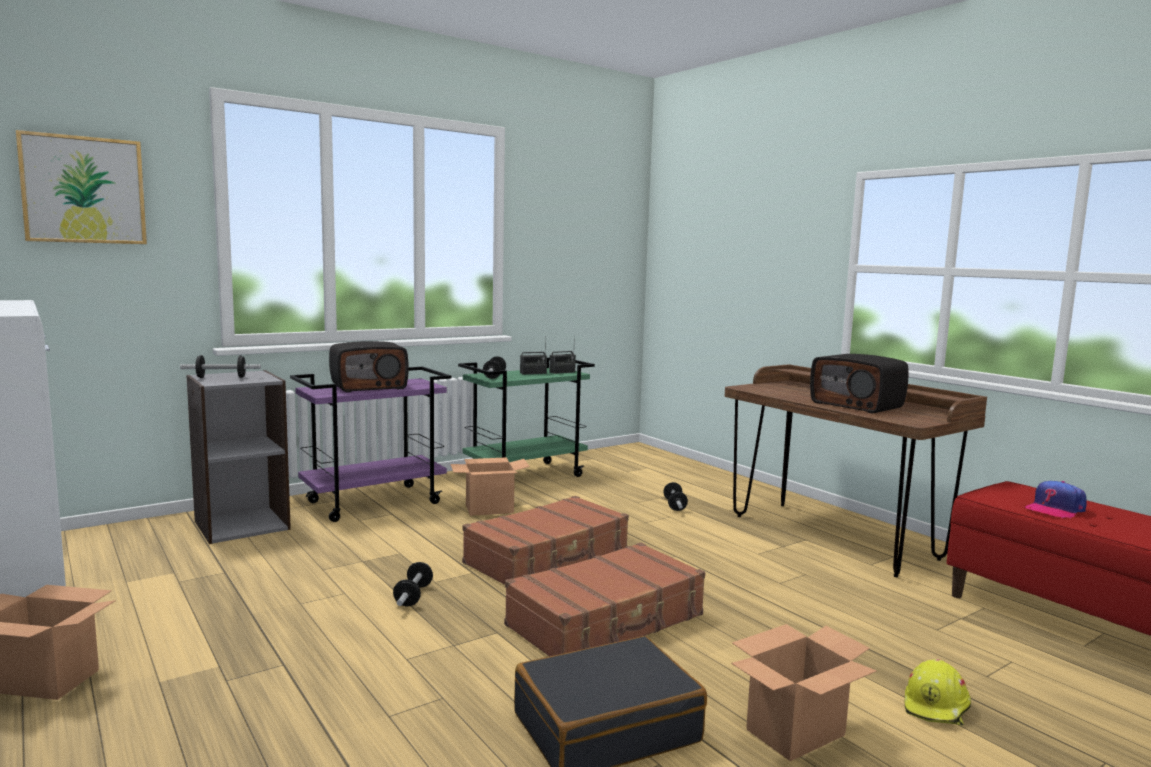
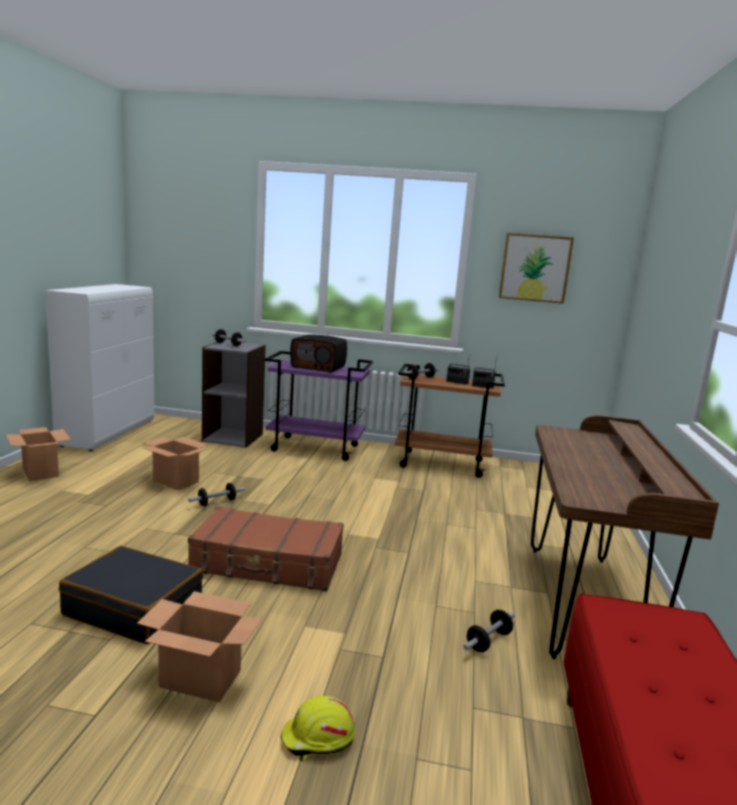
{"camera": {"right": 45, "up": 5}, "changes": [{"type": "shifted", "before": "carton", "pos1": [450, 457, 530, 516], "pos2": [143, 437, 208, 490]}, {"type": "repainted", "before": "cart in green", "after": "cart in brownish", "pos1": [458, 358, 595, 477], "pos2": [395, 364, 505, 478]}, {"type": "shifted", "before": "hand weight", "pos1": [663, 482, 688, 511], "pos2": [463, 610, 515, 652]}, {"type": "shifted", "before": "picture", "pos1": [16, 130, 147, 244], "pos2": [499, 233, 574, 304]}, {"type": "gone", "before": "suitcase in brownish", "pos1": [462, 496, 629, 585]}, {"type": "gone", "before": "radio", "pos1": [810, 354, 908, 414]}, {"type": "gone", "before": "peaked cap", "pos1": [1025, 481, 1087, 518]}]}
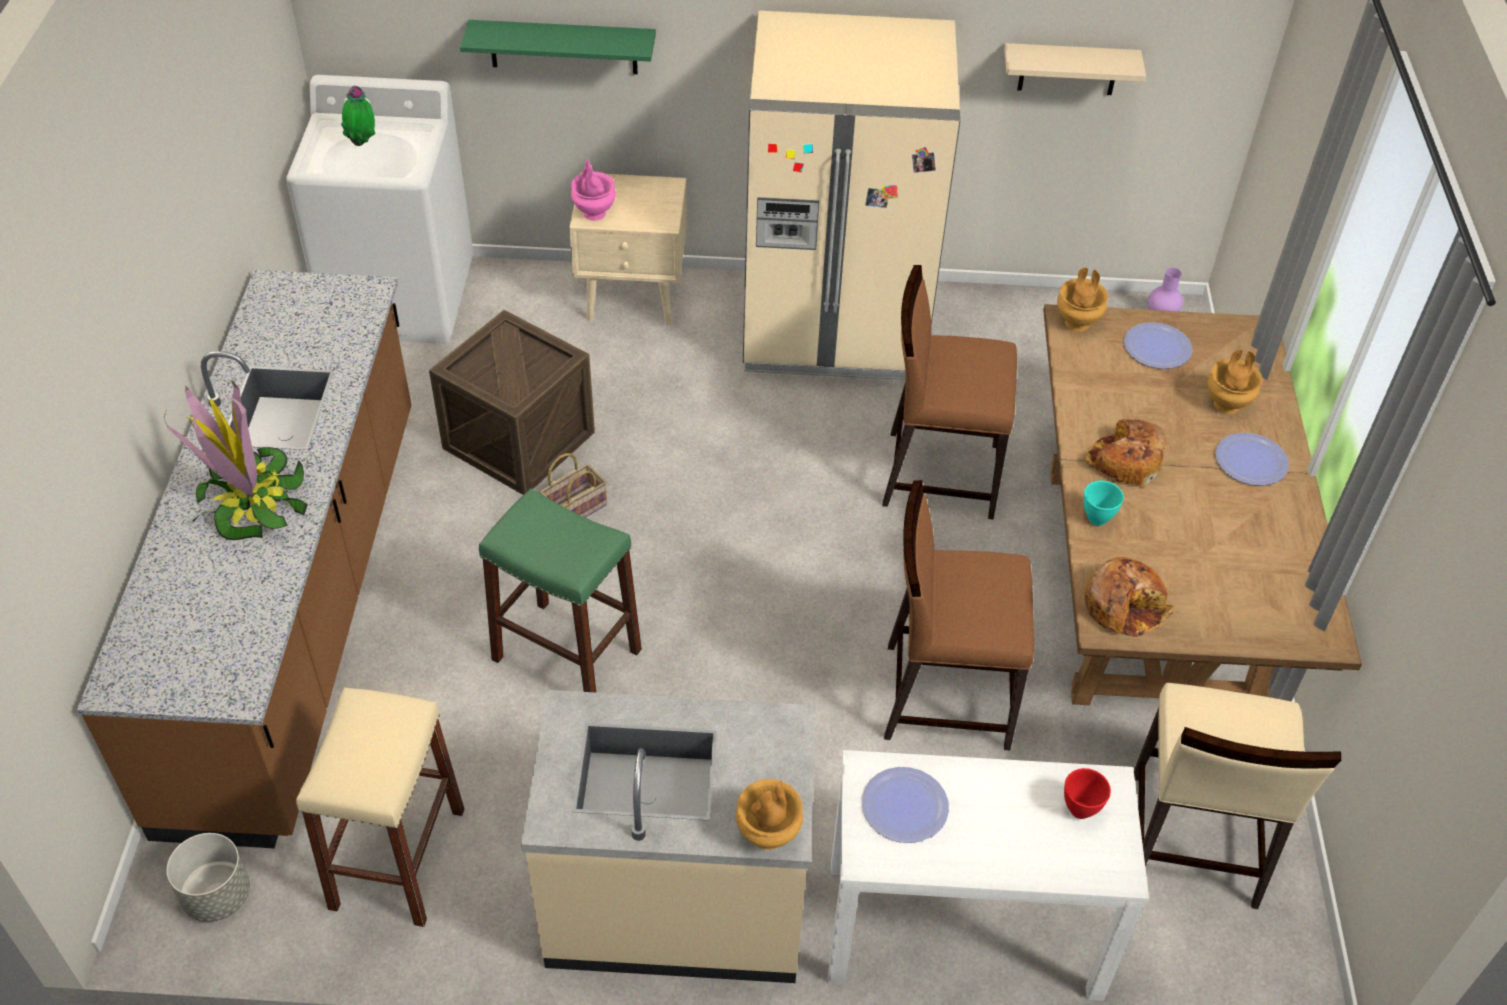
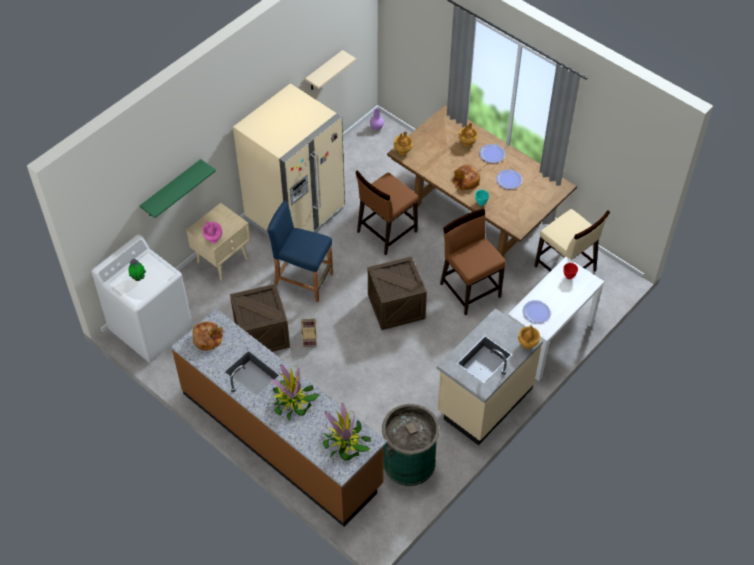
{"camera": {"right": -50, "up": 5}, "changes": [{"type": "shifted", "before": "baked bread", "pos1": [1084, 557, 1174, 637], "pos2": [193, 322, 223, 351]}, {"type": "new", "after": "sitting stool in blue", "pos2": [267, 201, 333, 302]}, {"type": "new", "after": "plant in a pot", "pos2": [322, 403, 371, 461]}, {"type": "new", "after": "packing crate", "pos2": [368, 256, 427, 330]}, {"type": "swapped", "before": "sitting stool in beige", "after": "trash can in green", "pos1": [296, 687, 464, 927], "pos2": [382, 404, 439, 486]}, {"type": "rotated", "before": "chair in brownish", "pos1": [884, 480, 1034, 750], "pos2": [440, 208, 506, 316], "turn": 105}, {"type": "shifted", "before": "plate", "pos1": [1124, 322, 1192, 369], "pos2": [496, 169, 523, 189]}, {"type": "gone", "before": "plant pot in grey", "pos1": [166, 833, 250, 922]}, {"type": "gone", "before": "sitting stool in green", "pos1": [479, 489, 642, 692]}]}
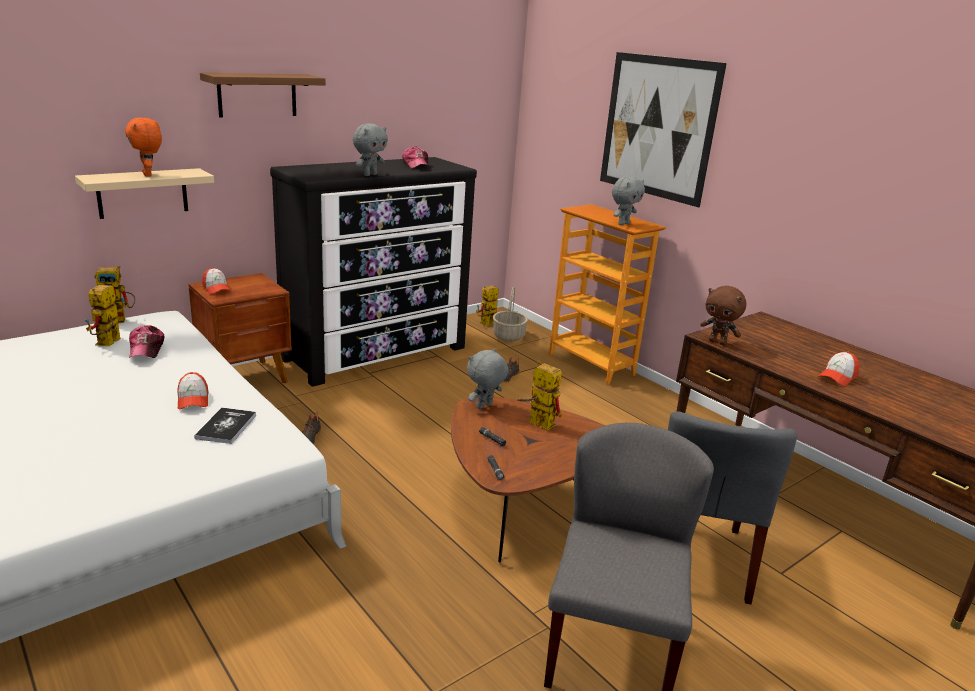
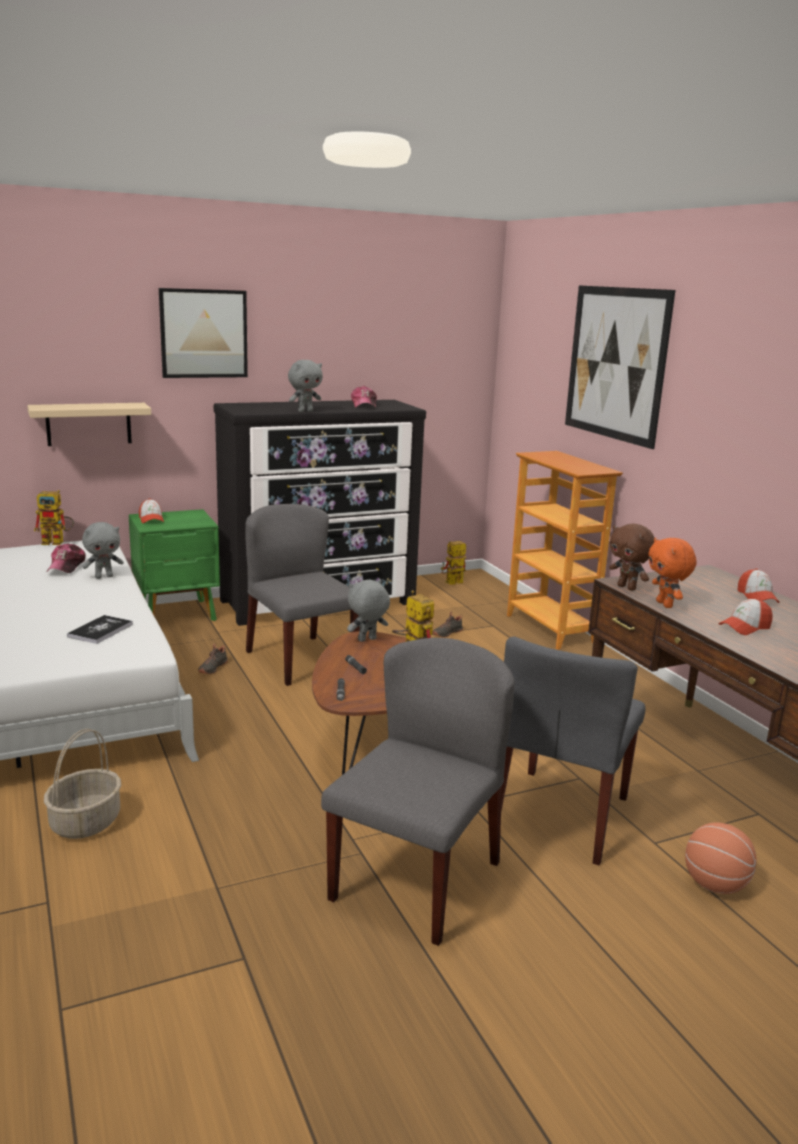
{"camera": {"right": 15, "up": -5}, "changes": [{"type": "shifted", "before": "storage basket", "pos1": [493, 286, 528, 342], "pos2": [44, 729, 121, 839]}, {"type": "shifted", "before": "cuddly toy in grey", "pos1": [612, 176, 645, 226], "pos2": [82, 522, 124, 579]}, {"type": "repainted", "before": "bedside table in brownish", "after": "bedside table in green", "pos1": [189, 273, 292, 383], "pos2": [129, 509, 220, 621]}, {"type": "swapped", "before": "wall shelf in brownish", "after": "picture", "pos1": [200, 73, 326, 117], "pos2": [159, 288, 248, 378]}, {"type": "new", "after": "chair in grey", "pos2": [246, 504, 360, 686]}, {"type": "shifted", "before": "cuddly toy in orangey", "pos1": [125, 118, 162, 177], "pos2": [648, 537, 697, 608]}, {"type": "new", "after": "basketball ball", "pos2": [685, 822, 757, 894]}, {"type": "shifted", "before": "peaked cap", "pos1": [177, 372, 209, 409], "pos2": [738, 569, 780, 603]}, {"type": "gone", "before": "toy robot", "pos1": [85, 285, 121, 346]}]}
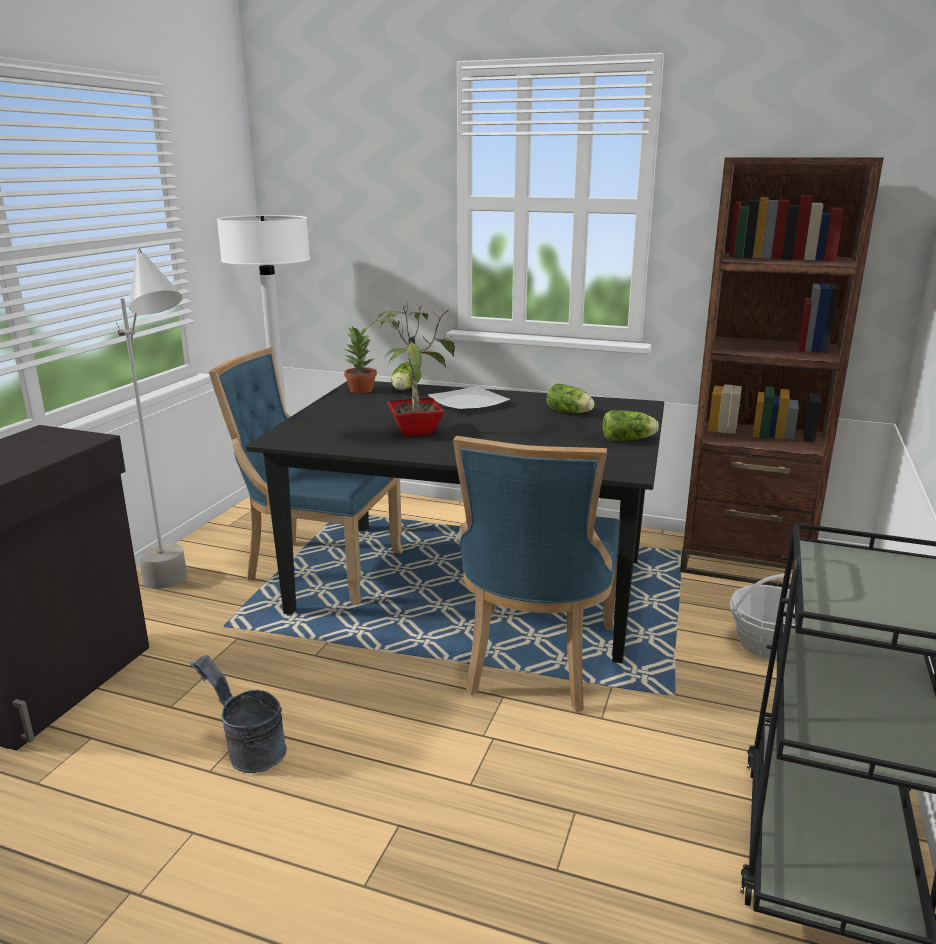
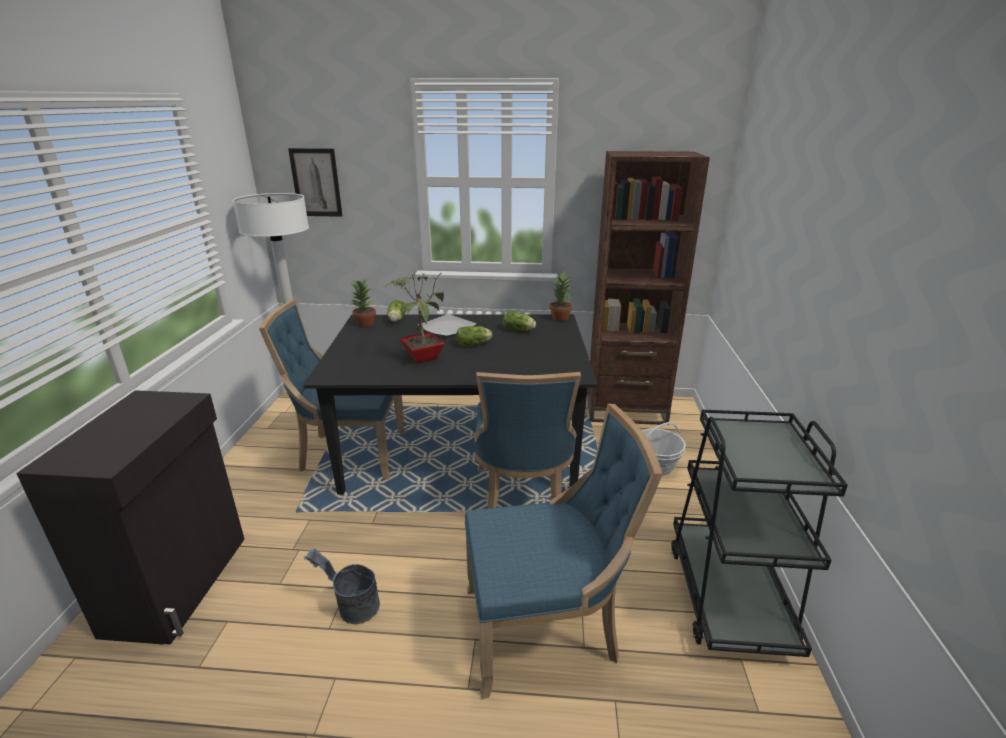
{"camera": {"right": -15, "up": 5}, "changes": [{"type": "new", "after": "picture", "pos2": [288, 148, 342, 217]}, {"type": "shifted", "before": "head of lettuce", "pos1": [602, 410, 659, 441], "pos2": [456, 326, 492, 347]}, {"type": "new", "after": "chair in blue", "pos2": [465, 404, 663, 699]}, {"type": "new", "after": "plant in a pot", "pos2": [550, 272, 573, 321]}, {"type": "gone", "before": "standing lamp in grey", "pos1": [116, 248, 187, 589]}]}
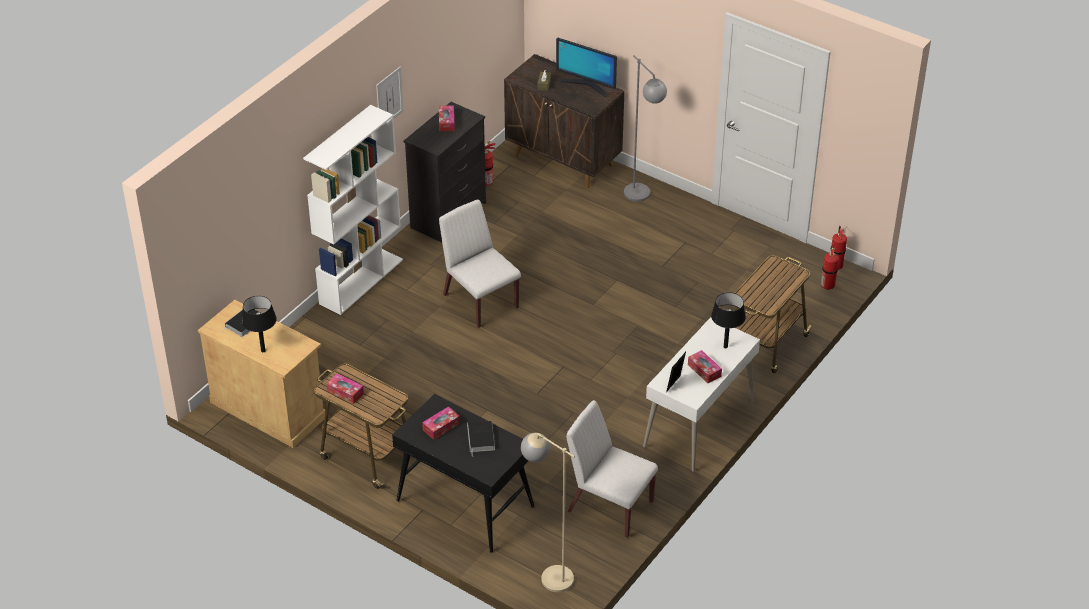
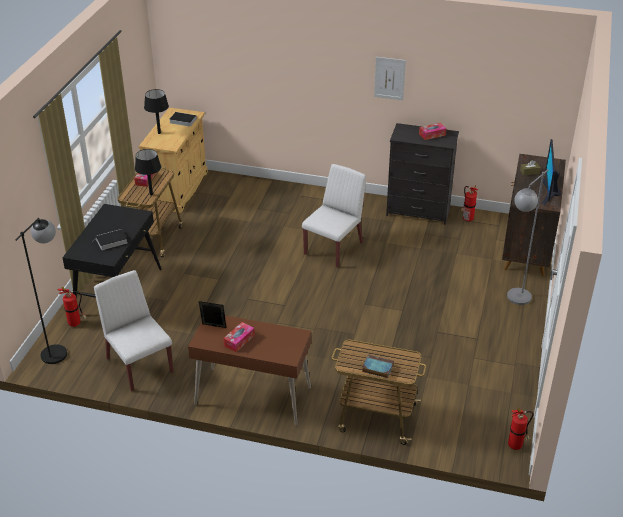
{"camera": {"right": 70, "up": -5}, "changes": [{"type": "repainted", "before": "standing lamp in beige", "after": "standing lamp in blackish", "pos1": [521, 433, 575, 592], "pos2": [15, 218, 67, 364]}, {"type": "shifted", "before": "extinguisher", "pos1": [821, 245, 839, 290], "pos2": [58, 287, 87, 327]}, {"type": "rotated", "before": "chair in whitish", "pos1": [566, 400, 658, 538], "pos2": [94, 270, 174, 391], "turn": -45}, {"type": "shifted", "before": "lamp for a table in blackish", "pos1": [711, 292, 746, 348], "pos2": [135, 149, 161, 196]}, {"type": "repainted", "before": "desk unit in whitish", "after": "desk unit in brownish", "pos1": [643, 317, 760, 472], "pos2": [188, 315, 311, 425]}, {"type": "new", "after": "volume", "pos2": [362, 355, 394, 378]}, {"type": "gone", "before": "shelving unit in whitish", "pos1": [303, 105, 403, 315]}, {"type": "gone", "before": "tissue box", "pos1": [422, 406, 460, 440]}]}
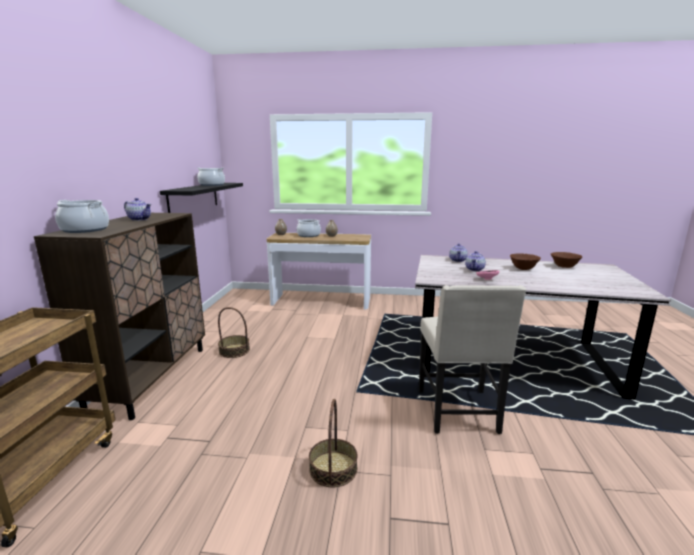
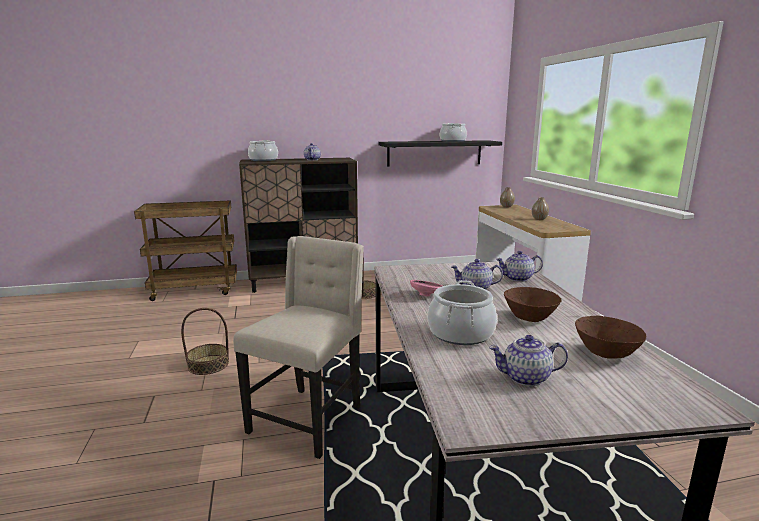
{"camera": {"right": 70, "up": 0}, "changes": [{"type": "rotated", "before": "chair in beige", "pos1": [419, 285, 526, 434], "pos2": [233, 236, 364, 459], "turn": 135}, {"type": "shifted", "before": "stockpot", "pos1": [297, 219, 321, 237], "pos2": [428, 280, 497, 345]}, {"type": "new", "after": "tea pot", "pos2": [489, 335, 568, 386]}]}
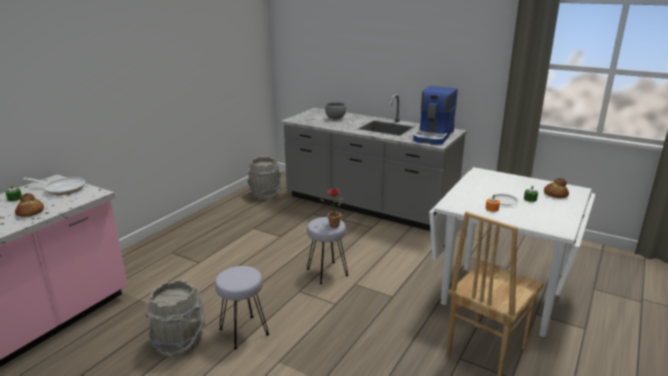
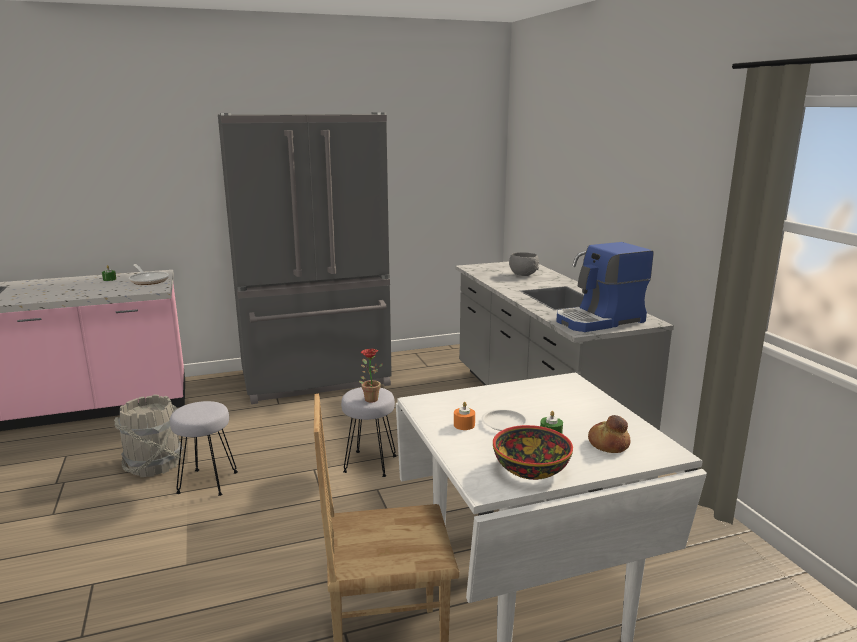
{"camera": {"right": 40, "up": -5}, "changes": [{"type": "new", "after": "fridge in grey", "pos2": [218, 112, 392, 404]}, {"type": "new", "after": "deep dish", "pos2": [493, 425, 573, 480]}, {"type": "gone", "before": "baked bread", "pos1": [15, 193, 44, 217]}, {"type": "gone", "before": "water bucket in grey", "pos1": [248, 157, 282, 200]}]}
